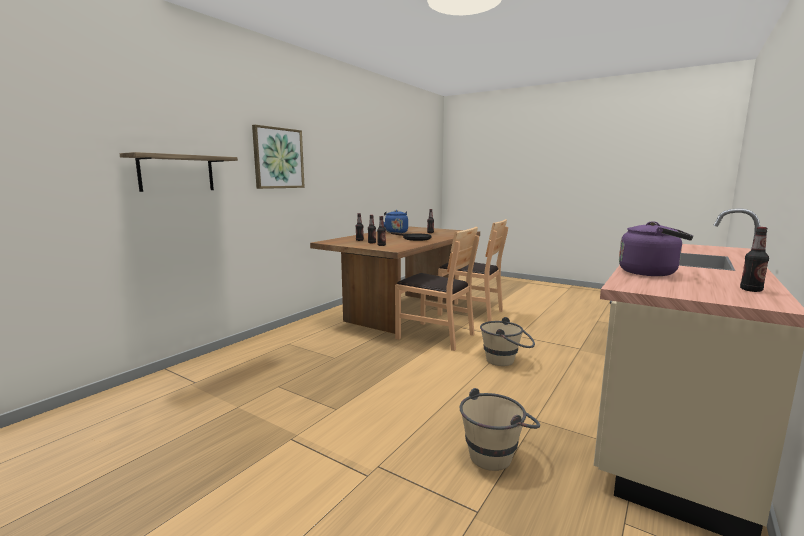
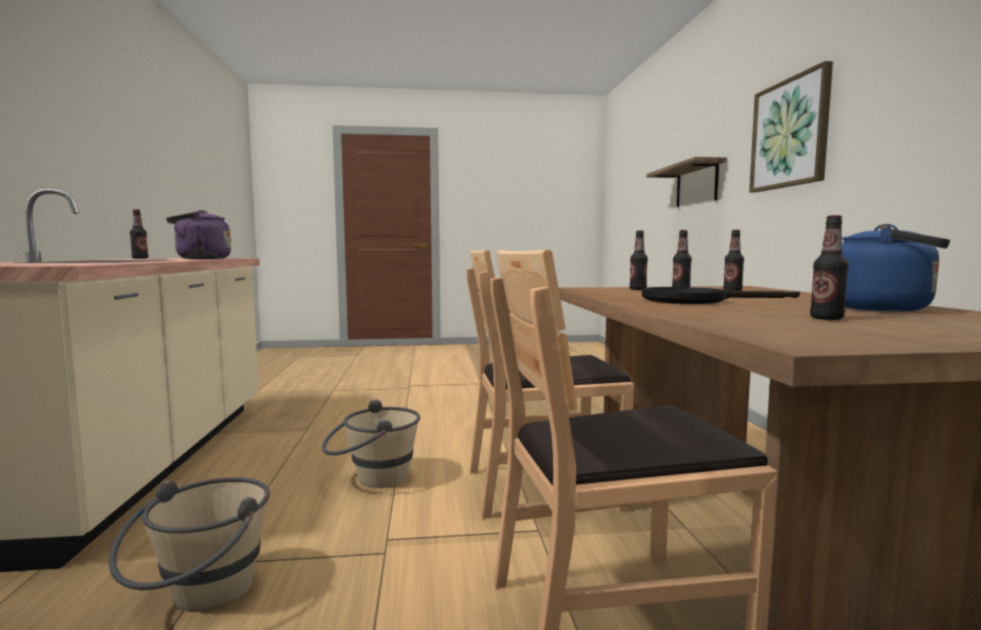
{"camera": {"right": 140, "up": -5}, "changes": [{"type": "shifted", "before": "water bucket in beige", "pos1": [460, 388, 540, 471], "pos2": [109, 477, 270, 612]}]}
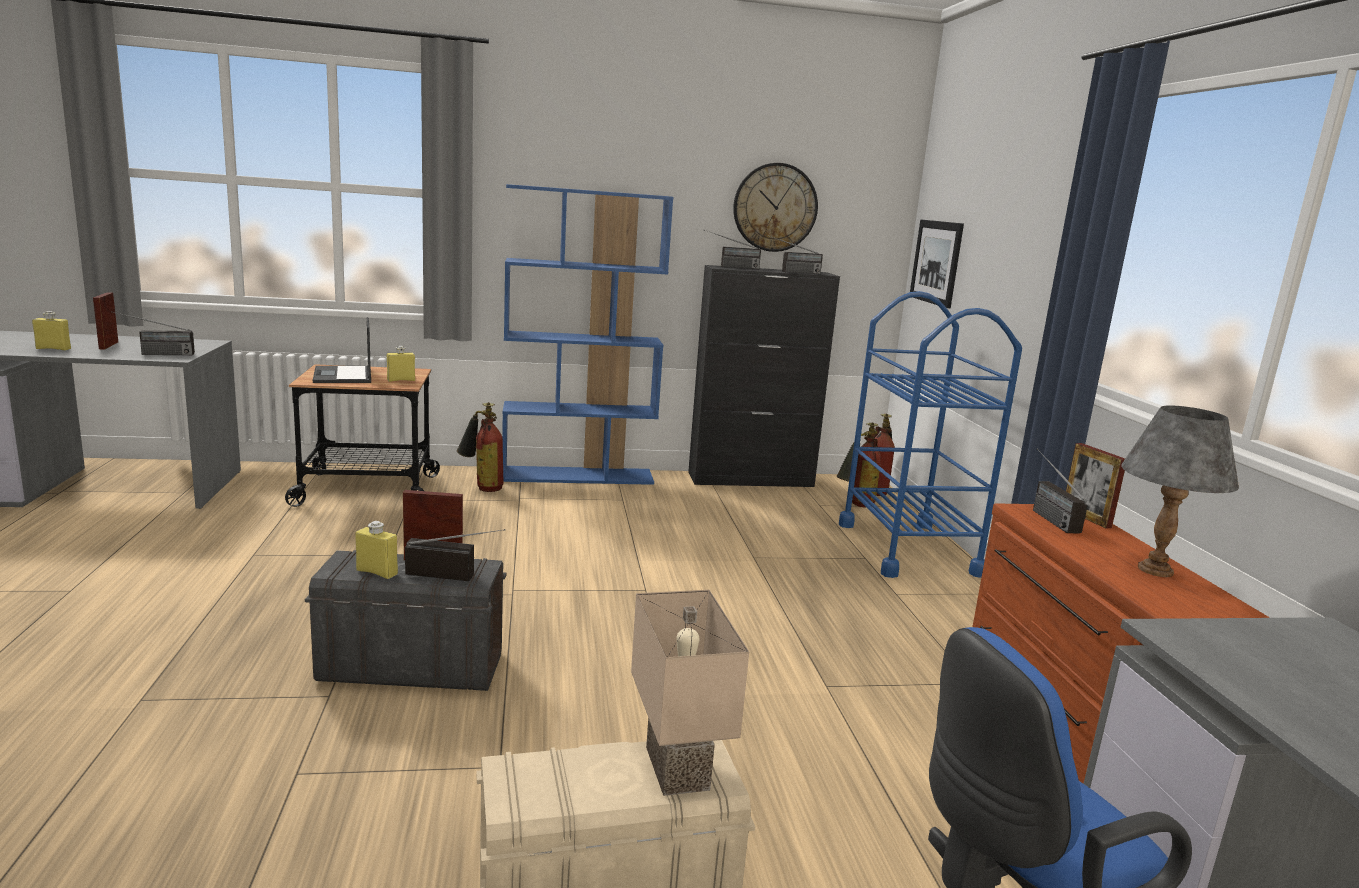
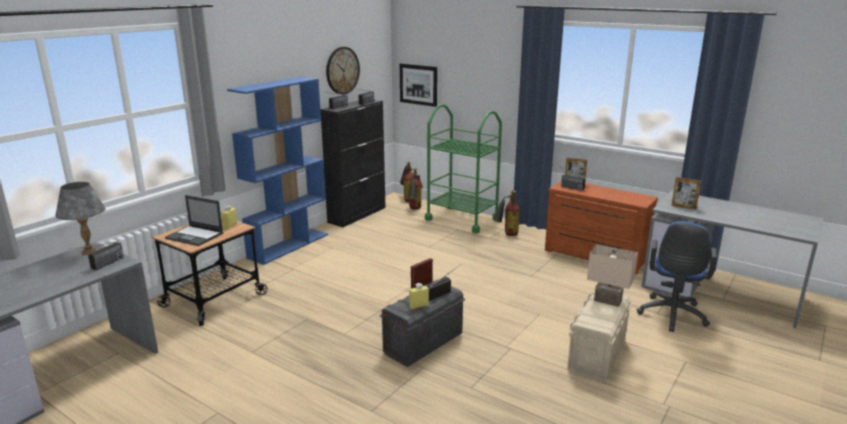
{"camera": {"right": -45, "up": 5}, "changes": [{"type": "shifted", "before": "lamp for a table in grey", "pos1": [1121, 405, 1239, 577], "pos2": [55, 182, 106, 255]}, {"type": "repainted", "before": "cart in blue", "after": "cart in green", "pos1": [839, 291, 1022, 578], "pos2": [425, 104, 502, 233]}, {"type": "shifted", "before": "extinguisher", "pos1": [457, 402, 504, 492], "pos2": [492, 190, 519, 236]}, {"type": "shifted", "before": "standing frame", "pos1": [93, 292, 118, 349], "pos2": [672, 177, 701, 209]}, {"type": "gone", "before": "bottle in yellow", "pos1": [32, 311, 71, 350]}]}
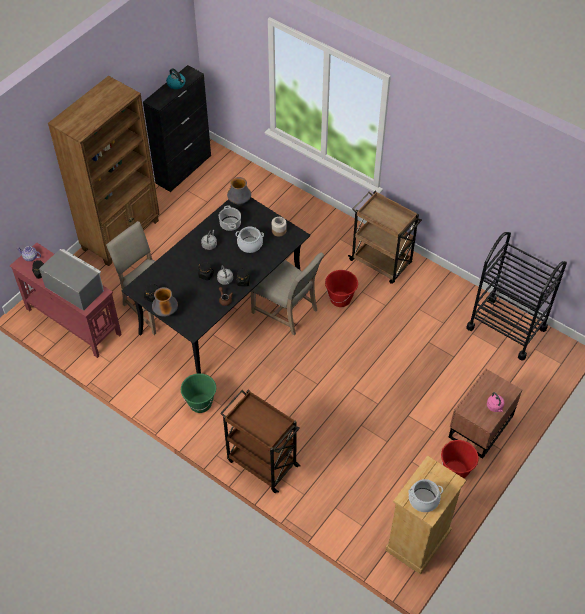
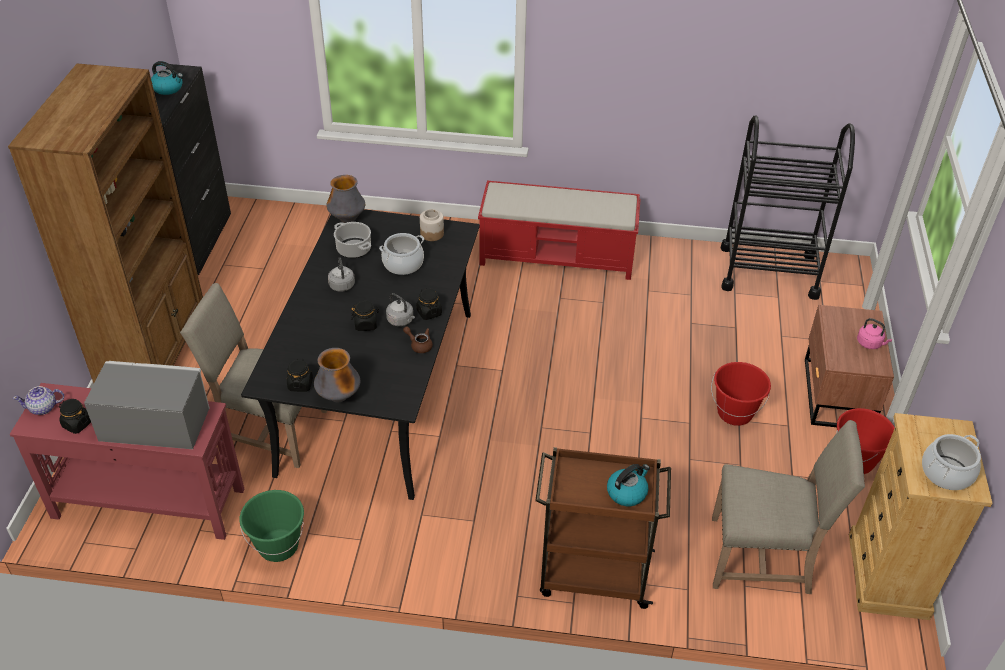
{"camera": {"right": -30, "up": -10}, "changes": [{"type": "shifted", "before": "water bucket in green", "pos1": [181, 373, 216, 413], "pos2": [239, 490, 304, 562]}, {"type": "swapped", "before": "cart in brownish", "after": "long seat in reddish", "pos1": [348, 191, 422, 284], "pos2": [478, 180, 641, 280]}, {"type": "new", "after": "water kettle", "pos2": [607, 464, 650, 506]}, {"type": "shifted", "before": "water bucket in reddish", "pos1": [325, 270, 358, 307], "pos2": [711, 362, 771, 426]}, {"type": "shifted", "before": "chair in beige", "pos1": [251, 253, 324, 335], "pos2": [712, 420, 865, 594]}]}
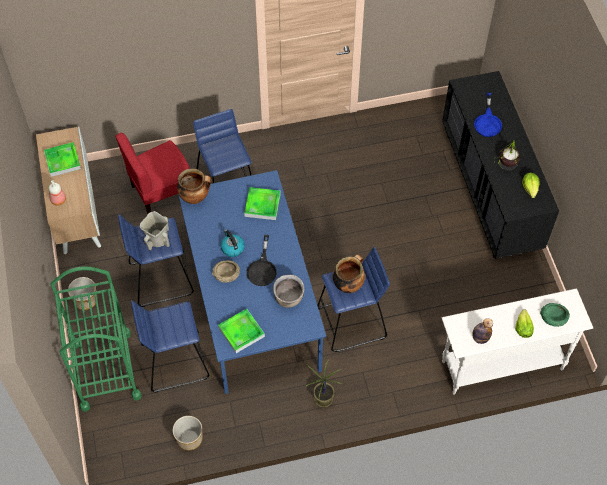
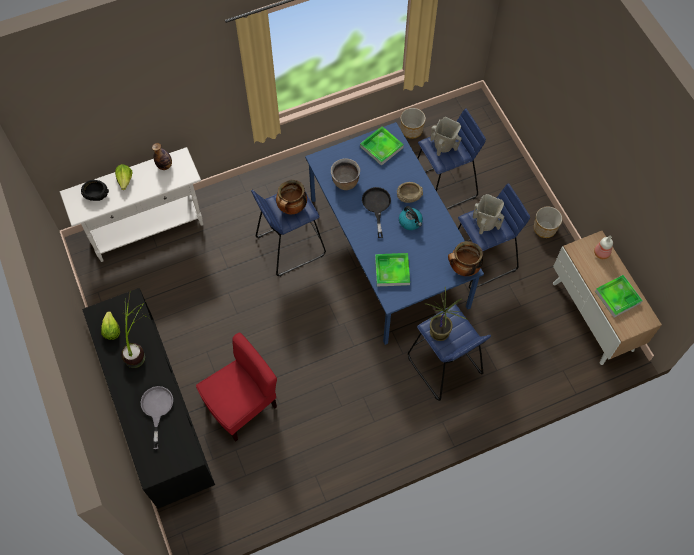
{"camera": {"right": 170, "up": 5}, "changes": [{"type": "repainted", "before": "deep dish in green", "after": "deep dish in blackish", "pos1": [540, 303, 570, 327], "pos2": [81, 180, 109, 201]}, {"type": "repainted", "before": "pan in blue", "after": "pan in grey", "pos1": [474, 93, 502, 137], "pos2": [140, 386, 173, 449]}, {"type": "shifted", "before": "chair in reddish", "pos1": [115, 133, 190, 214], "pos2": [196, 332, 277, 442]}, {"type": "shifted", "before": "plant in a pot", "pos1": [305, 359, 342, 407], "pos2": [424, 287, 467, 341]}, {"type": "new", "after": "flower vase in beige", "pos2": [431, 117, 462, 156]}, {"type": "gone", "before": "cart in green", "pos1": [51, 266, 142, 412]}]}
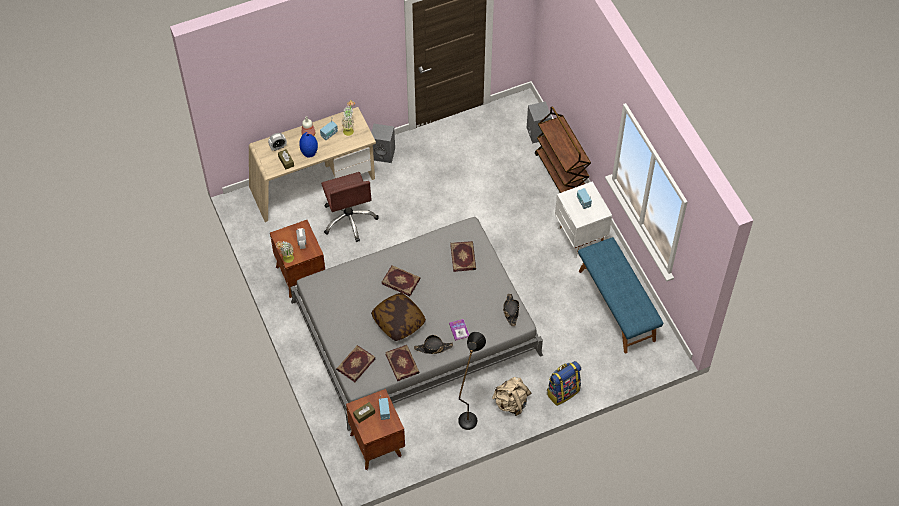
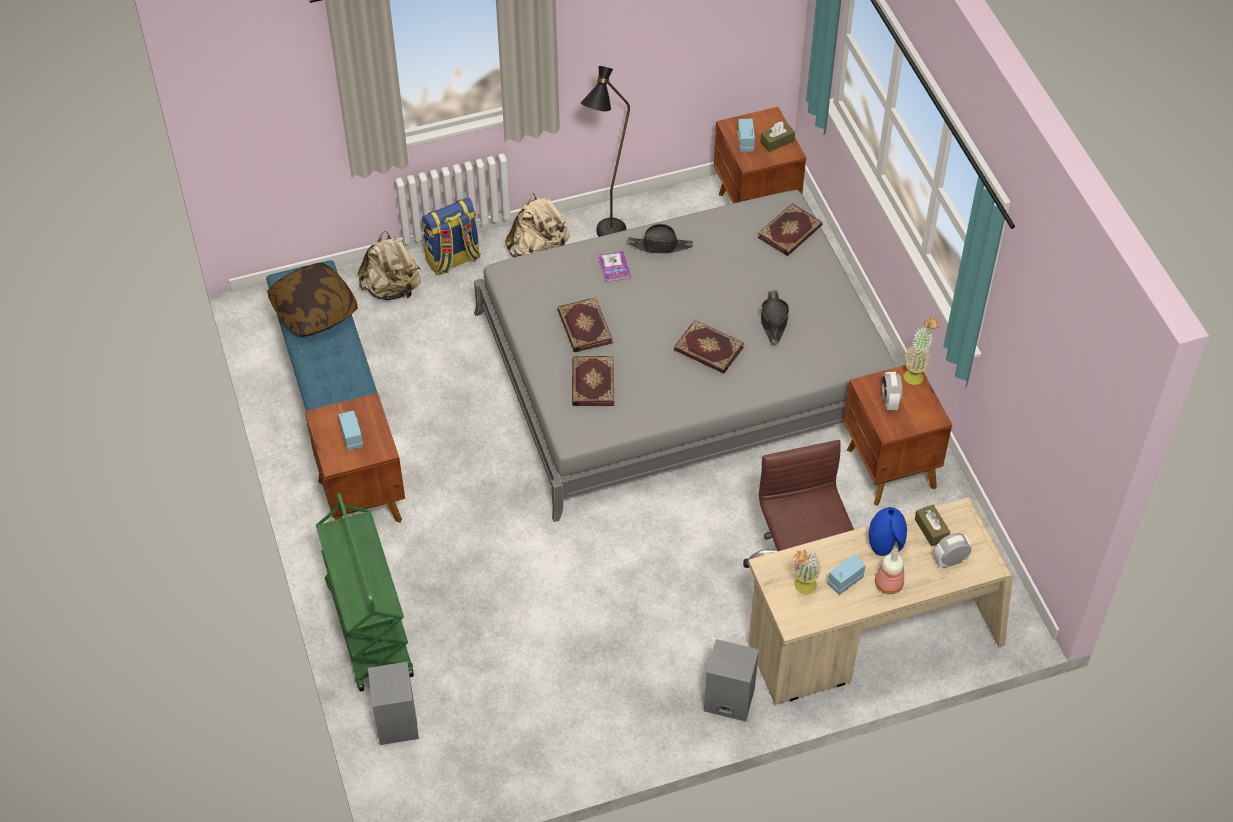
{"camera": {"right": -175, "up": -5}, "changes": [{"type": "shifted", "before": "cushion", "pos1": [371, 293, 426, 341], "pos2": [267, 262, 358, 337]}, {"type": "repainted", "before": "bedside table in whitish", "after": "bedside table in brownish", "pos1": [555, 182, 612, 258], "pos2": [305, 393, 405, 523]}, {"type": "repainted", "before": "cart in brownish", "after": "cart in green", "pos1": [535, 106, 591, 193], "pos2": [316, 493, 414, 692]}, {"type": "new", "after": "rucksack in beige", "pos2": [358, 231, 421, 300]}, {"type": "shifted", "before": "volume", "pos1": [385, 345, 420, 381], "pos2": [557, 297, 613, 352]}, {"type": "shifted", "before": "wearable hat in blackish", "pos1": [503, 294, 519, 326], "pos2": [761, 290, 789, 345]}]}
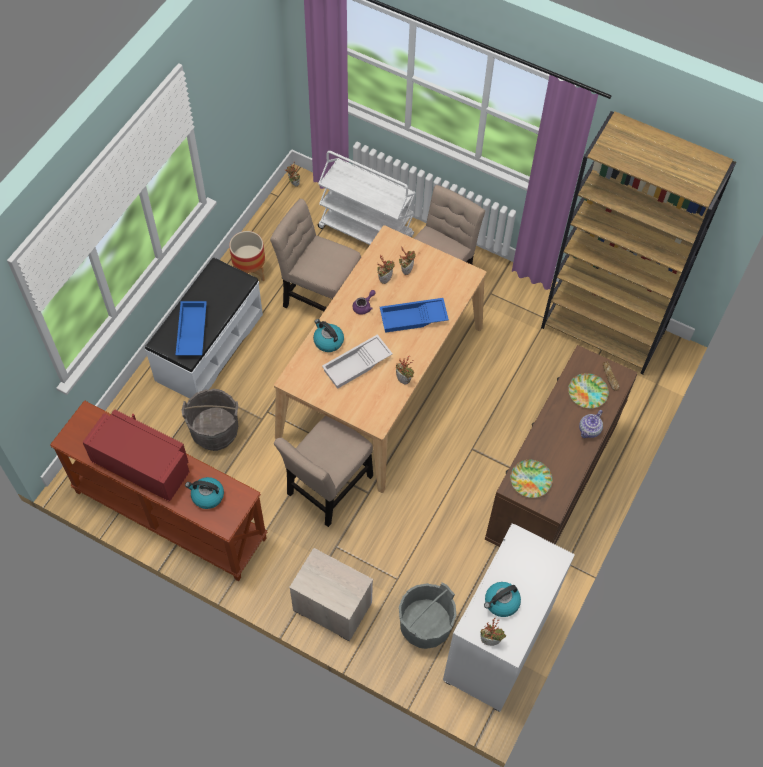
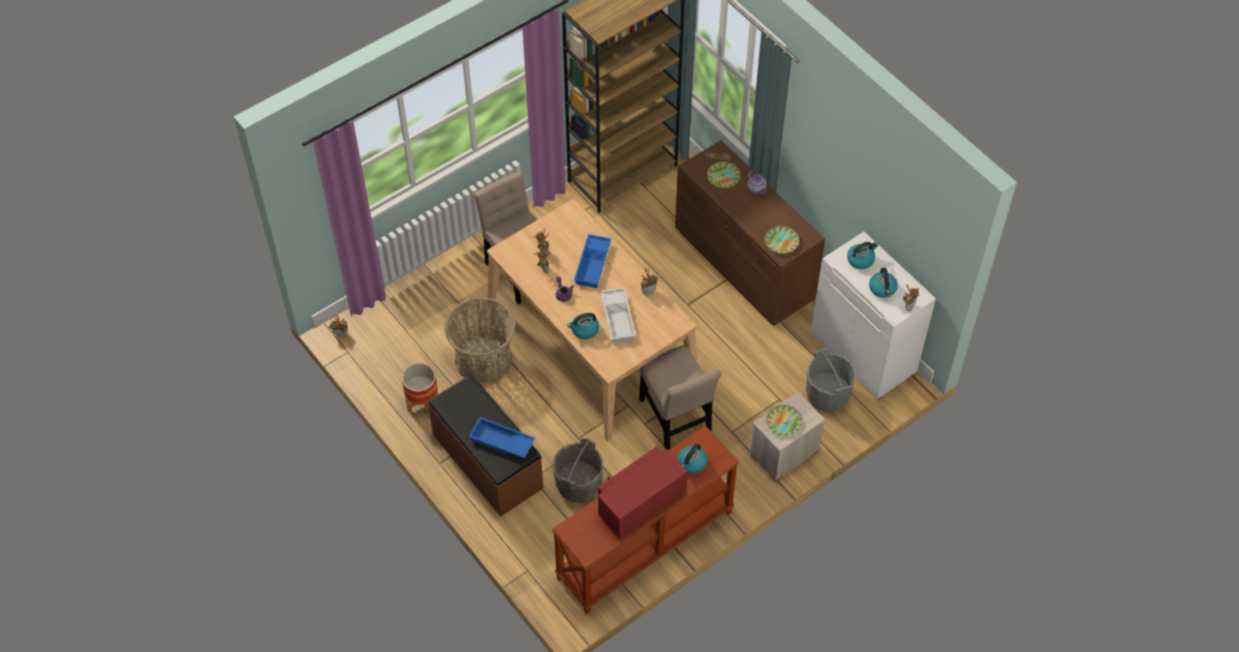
{"camera": {"right": -65, "up": -5}, "changes": [{"type": "repainted", "before": "long seat in whitish", "after": "long seat in brownish", "pos1": [145, 258, 263, 399], "pos2": [428, 374, 543, 516]}, {"type": "swapped", "before": "chair in beige", "after": "storage basket", "pos1": [270, 199, 361, 311], "pos2": [444, 298, 516, 384]}, {"type": "new", "after": "plate", "pos2": [766, 405, 802, 436]}, {"type": "new", "after": "water kettle", "pos2": [847, 242, 878, 269]}, {"type": "gone", "before": "cart in whitish", "pos1": [318, 151, 415, 245]}]}
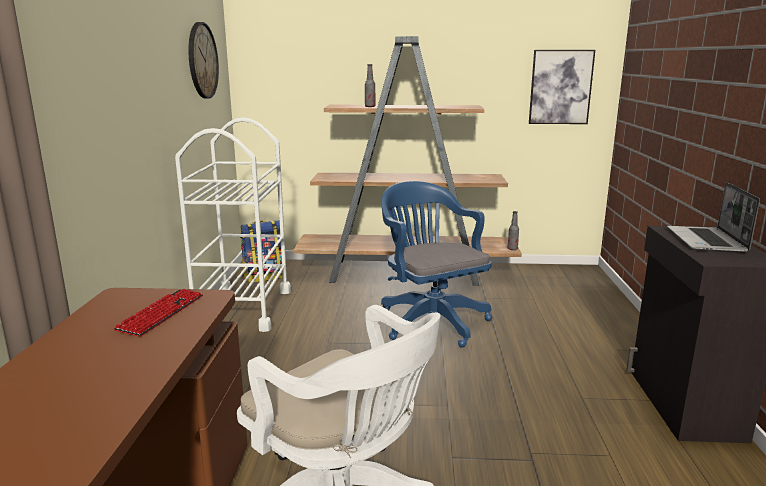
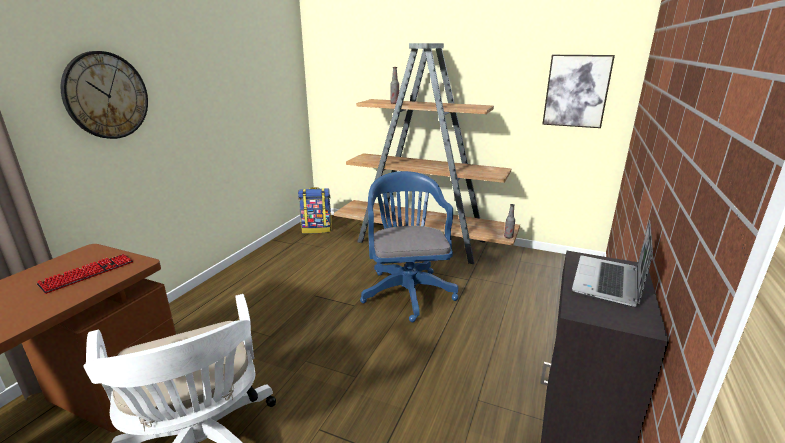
{"camera": {"right": 20, "up": 5}, "changes": [{"type": "shifted", "before": "wall clock", "pos1": [189, 22, 219, 99], "pos2": [61, 51, 148, 139]}, {"type": "gone", "before": "cart in whitish", "pos1": [175, 117, 291, 332]}]}
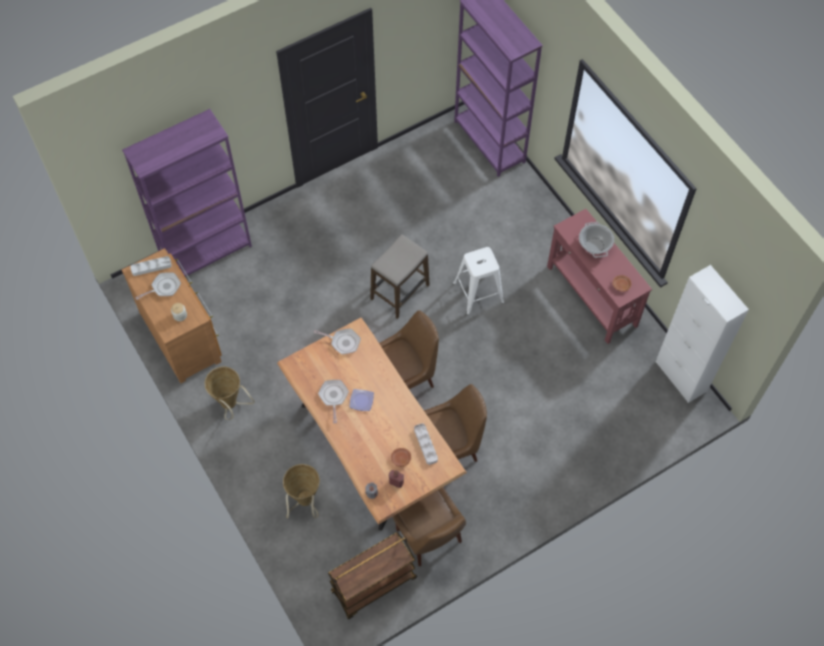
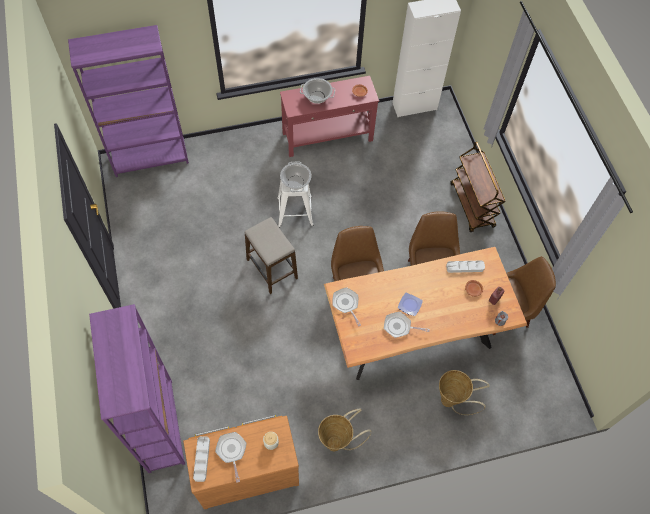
{"camera": {"right": -75, "up": 0}, "changes": [{"type": "new", "after": "stockpot", "pos2": [280, 161, 311, 192]}, {"type": "rotated", "before": "pan", "pos1": [314, 329, 361, 354], "pos2": [332, 287, 361, 327], "turn": -60}, {"type": "shifted", "before": "cart in brownish", "pos1": [328, 532, 417, 619], "pos2": [450, 142, 506, 232]}]}
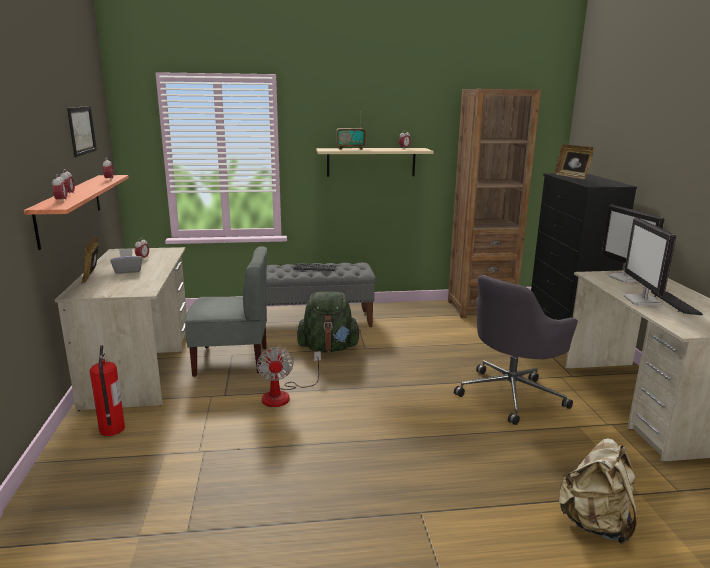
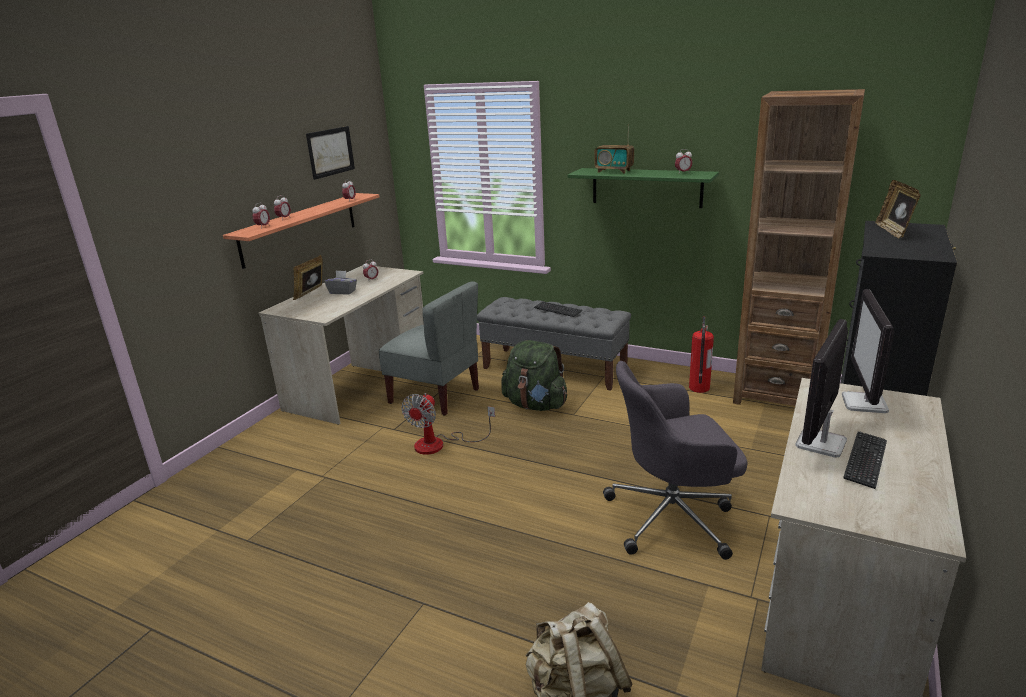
{"camera": {"right": 35, "up": 5}, "changes": [{"type": "repainted", "before": "wall shelf in beige", "after": "wall shelf in green", "pos1": [316, 148, 434, 177], "pos2": [568, 168, 719, 208]}, {"type": "shifted", "before": "extinguisher", "pos1": [90, 345, 125, 436], "pos2": [689, 316, 714, 393]}]}
